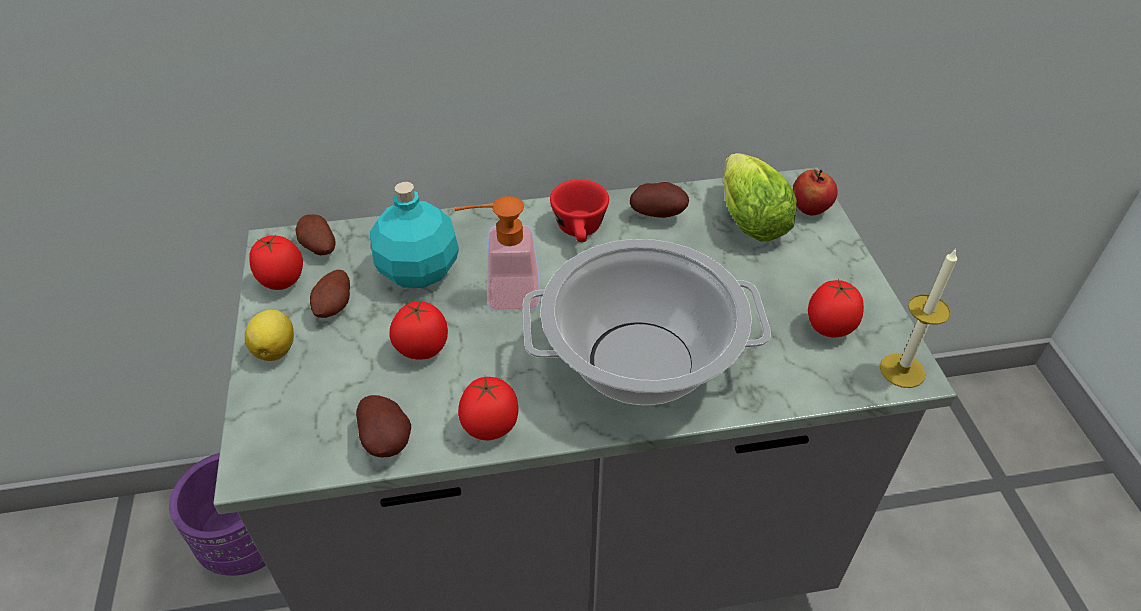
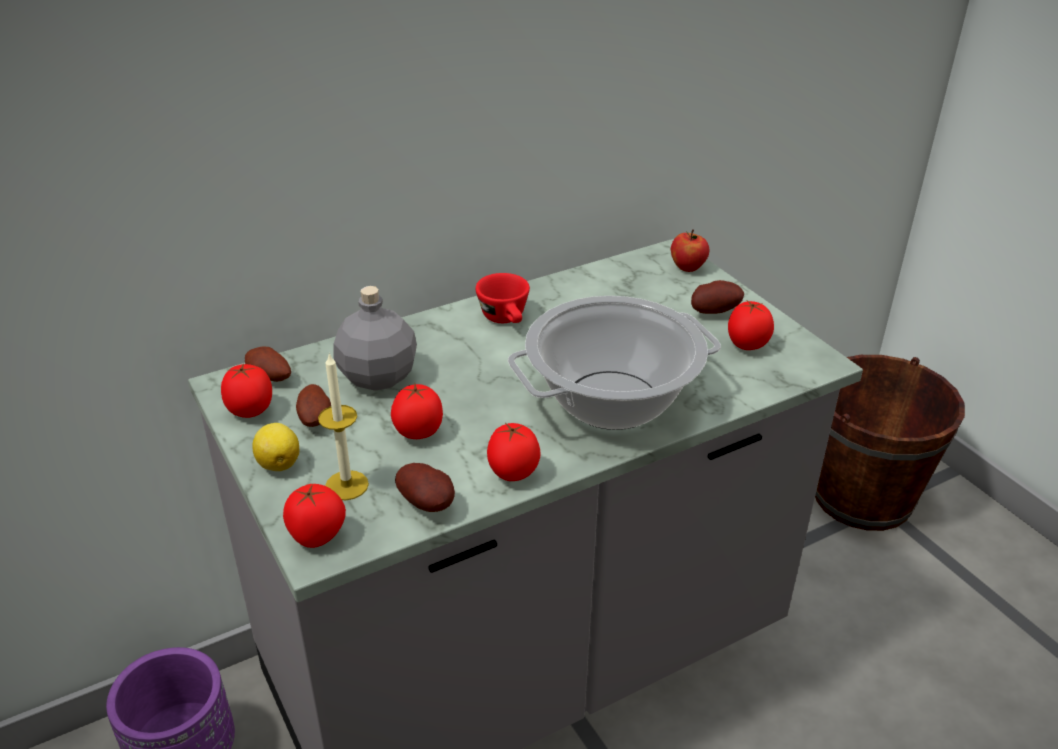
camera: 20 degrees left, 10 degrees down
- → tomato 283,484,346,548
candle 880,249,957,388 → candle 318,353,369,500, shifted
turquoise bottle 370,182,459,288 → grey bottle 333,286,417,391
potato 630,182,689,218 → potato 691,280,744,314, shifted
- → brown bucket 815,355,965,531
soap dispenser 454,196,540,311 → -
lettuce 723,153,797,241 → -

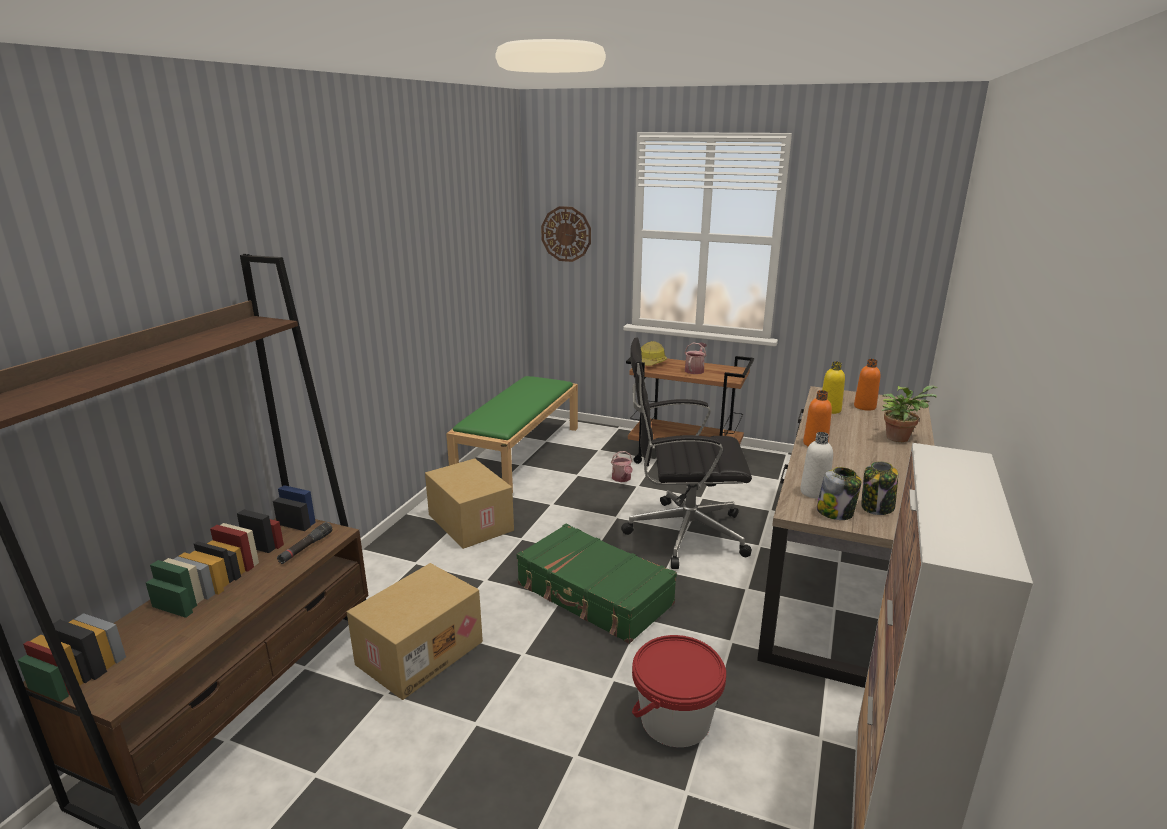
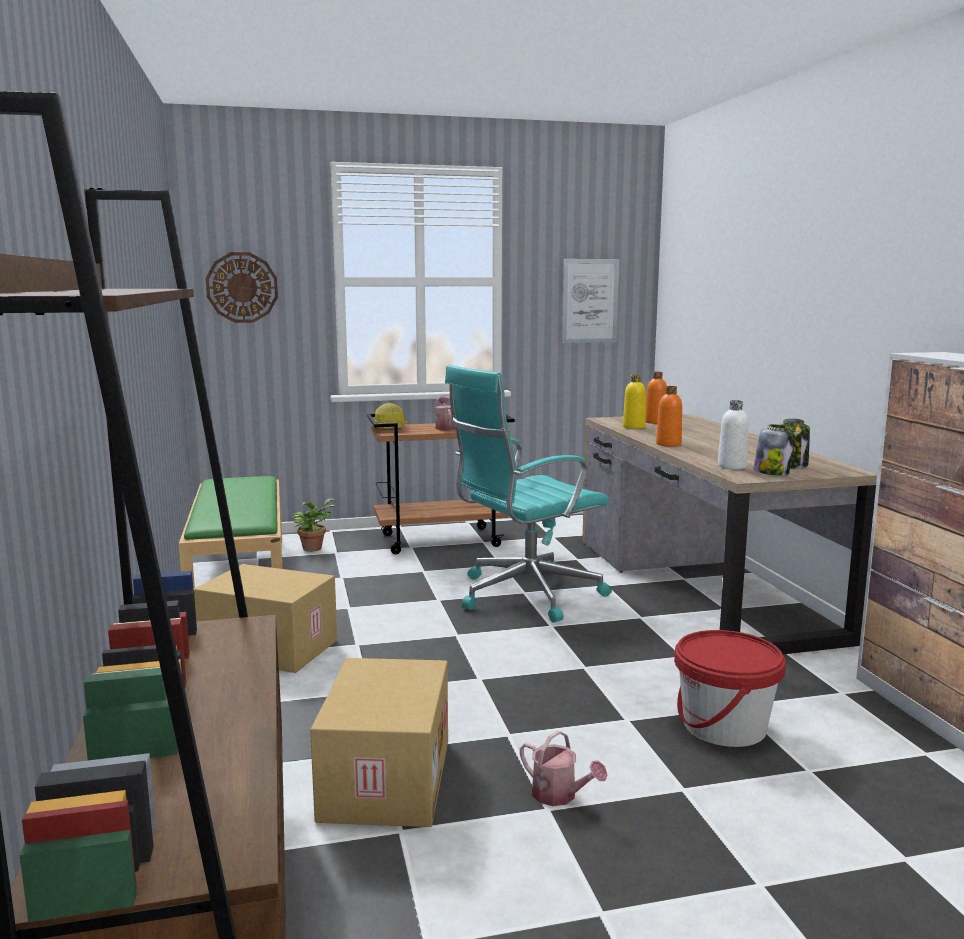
camera: 35 degrees left, 10 degrees down
potted plant 882,385,937,442 → potted plant 293,498,335,552, shifted
black office chair 621,337,752,569 → turquoise office chair 445,365,612,623
watering can 611,451,633,482 → watering can 520,730,608,806, shifted
- → picture 561,259,620,344
black flashlight 277,522,332,564 → -
green suitcase 517,523,677,644 → -

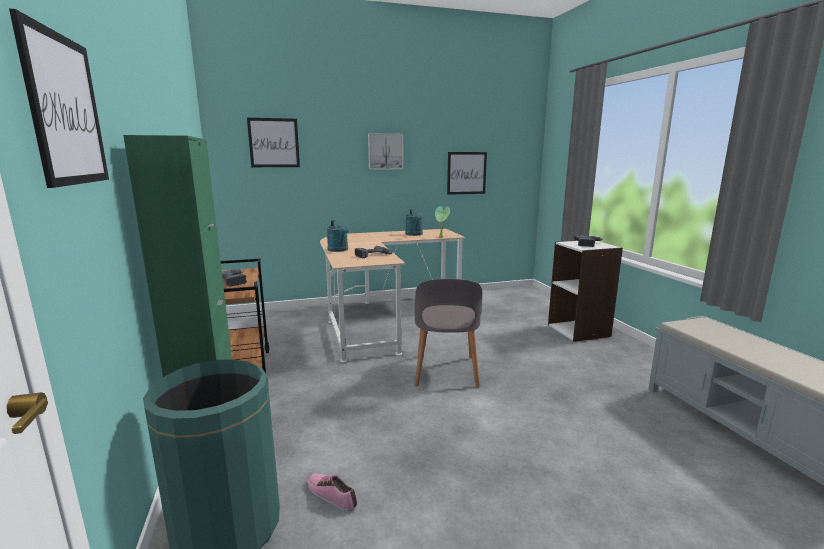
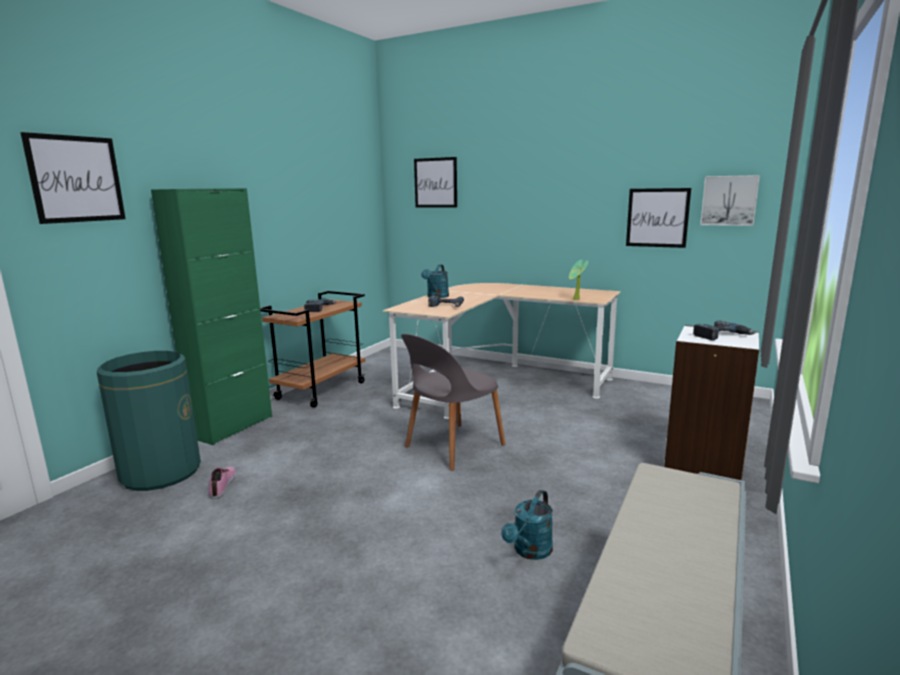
camera: 45 degrees right, 0 degrees up
turquoise watering can 406,209,423,236 → turquoise watering can 501,490,553,560, shifted
picture 368,133,403,170 → picture 700,175,760,226, shifted

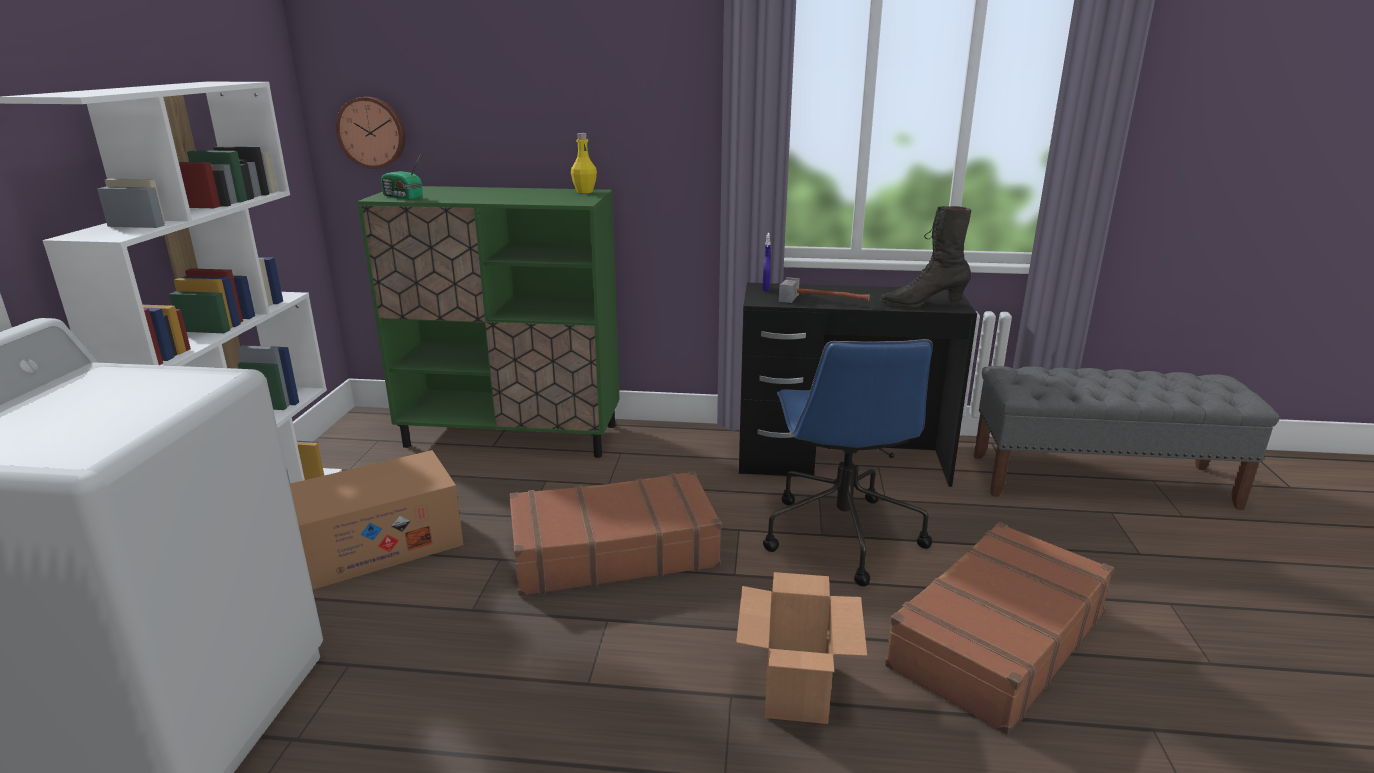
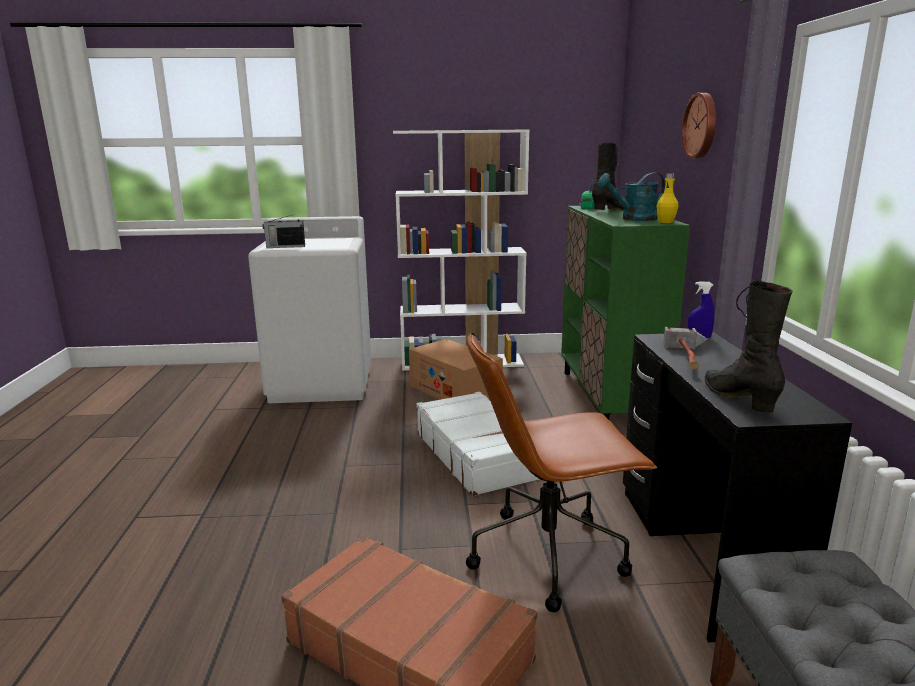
camera: 80 degrees right, 5 degrees down
- → radio 263,215,305,248
brown suitcase 509,471,722,596 → white suitcase 416,392,540,496
blue office chair 763,339,933,587 → brown office chair 466,333,657,612
- → black boot 592,142,624,210
- → turquoise watering can 598,172,665,221
wall clock 336,97,405,169 → wall clock 681,93,716,159, shifted
cardboard box 736,572,867,724 → -

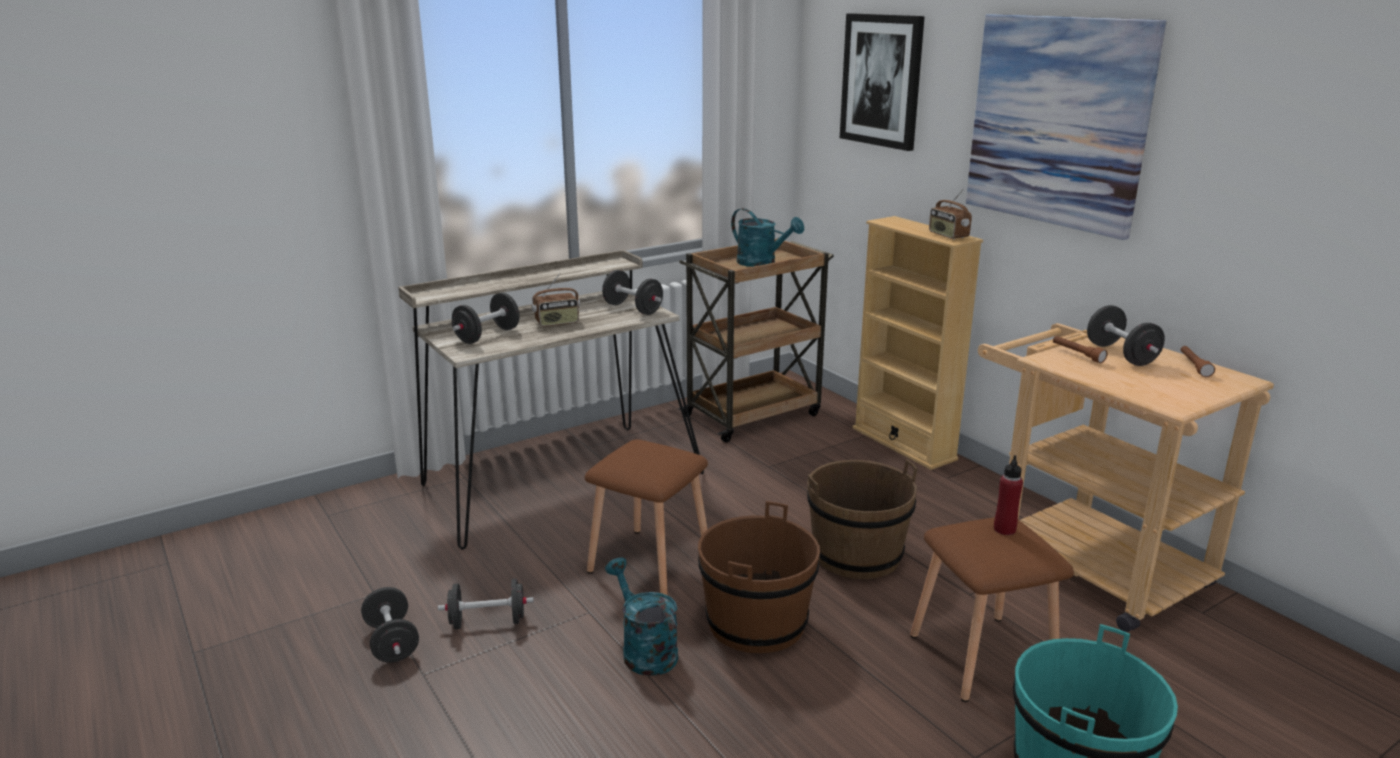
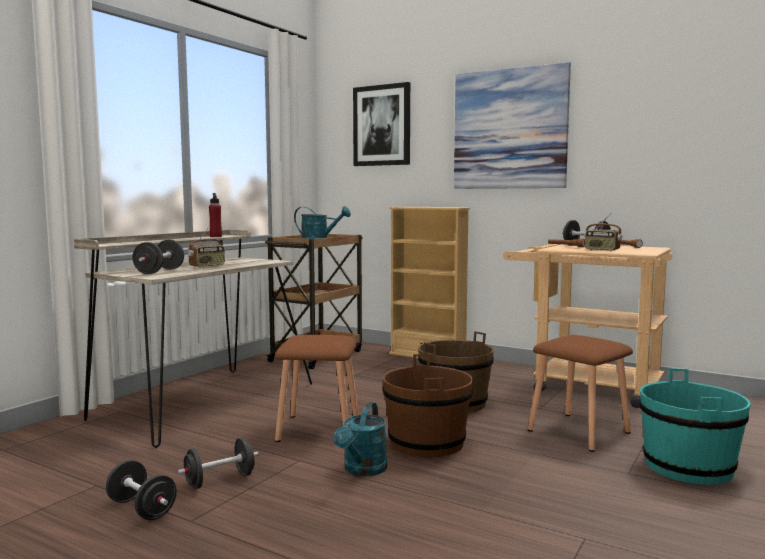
camera: 25 degrees left, 15 degrees down
red bottle 994,455,1023,535 → red bottle 209,193,222,237, shifted
turquoise watering can 605,558,678,676 → turquoise watering can 333,402,387,476, 105 degrees counterclockwise
radio 929,189,972,239 → radio 584,213,622,251, shifted
black dumbbell 602,270,663,315 → -

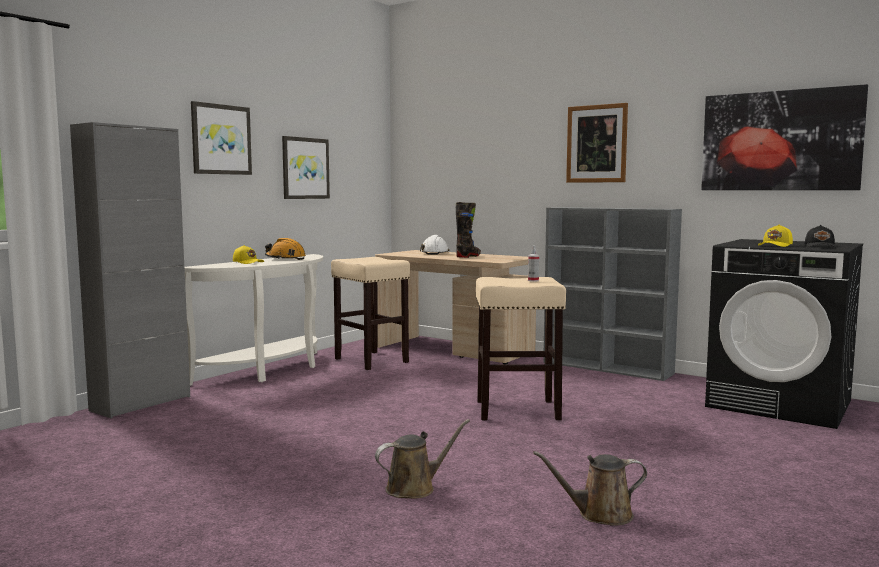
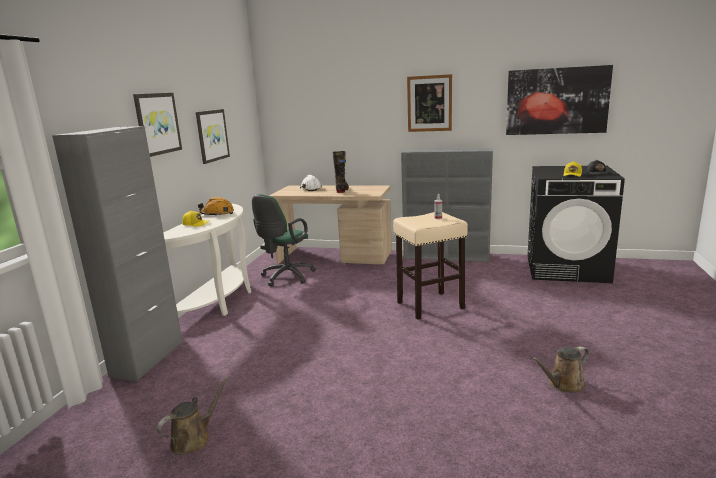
camera: 20 degrees left, 10 degrees up
brown watering can 375,419,470,499 → brown watering can 157,376,229,455, shifted
beige stool 331,257,410,370 → green office chair 252,194,316,286

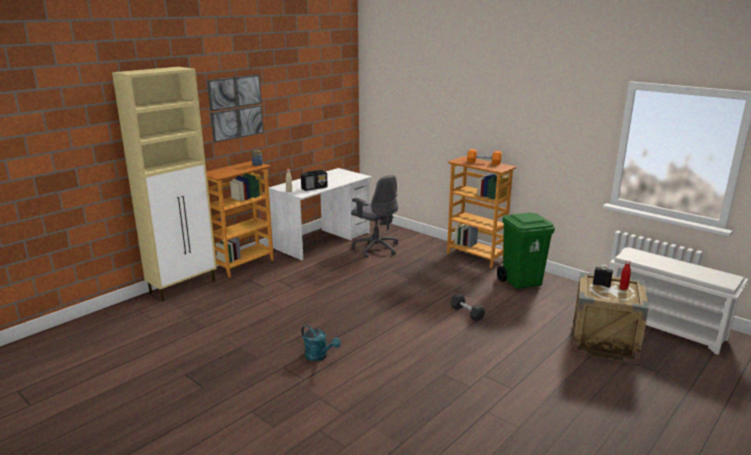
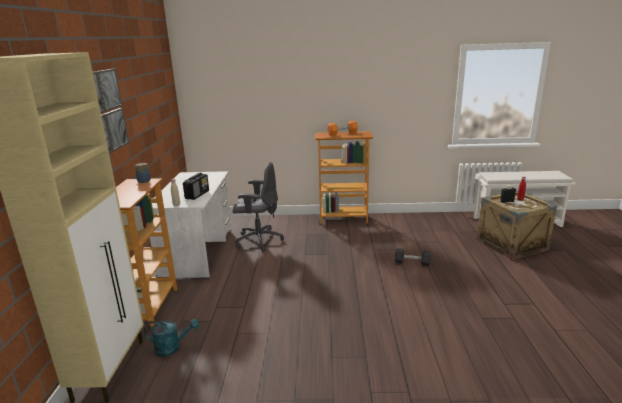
camera: 40 degrees left, 0 degrees up
turquoise watering can 301,325,341,361 → turquoise watering can 144,319,199,357, shifted
green trash can 497,212,555,289 → -

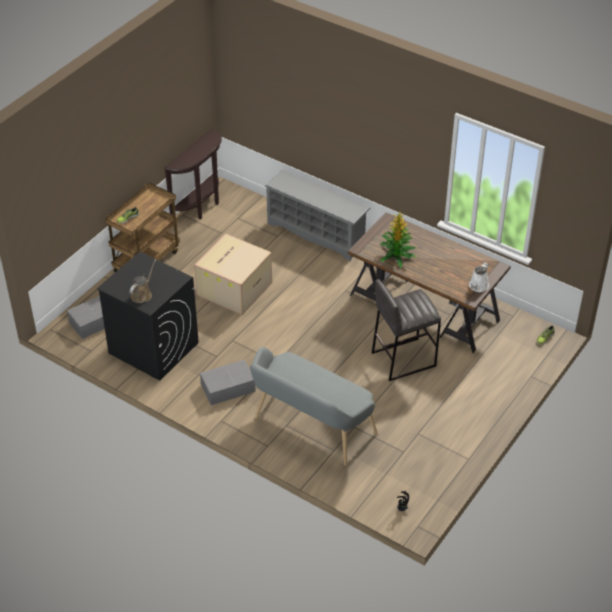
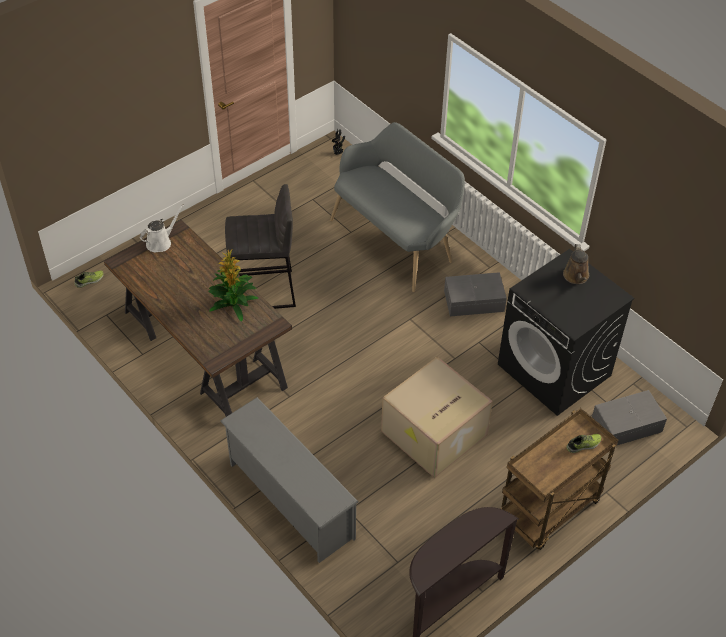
camera: 165 degrees left, 5 degrees up
brown watering can 130,259,157,303 → brown watering can 563,244,589,284, 45 degrees counterclockwise

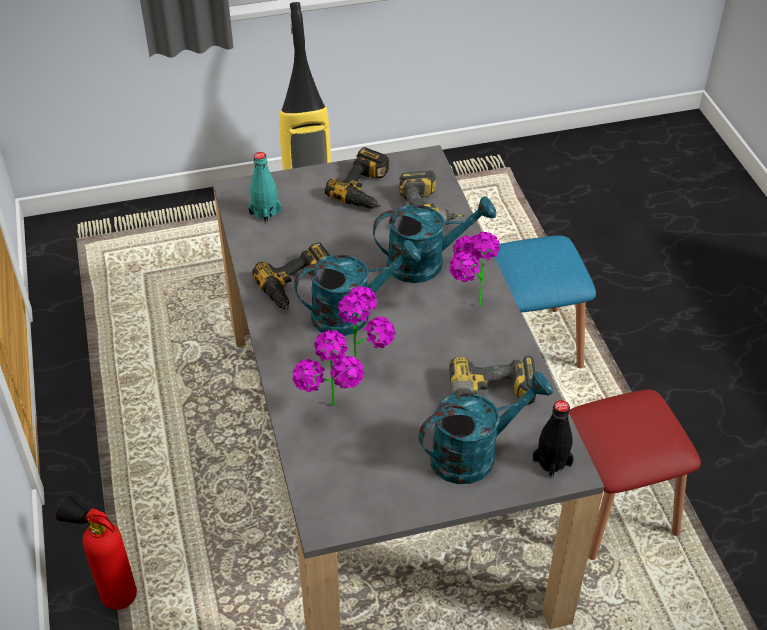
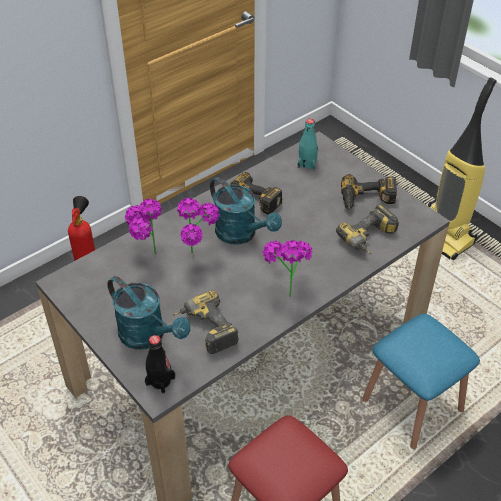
camera: 65 degrees right, 0 degrees up
turquoise watering can 373,196,496,283 → -

